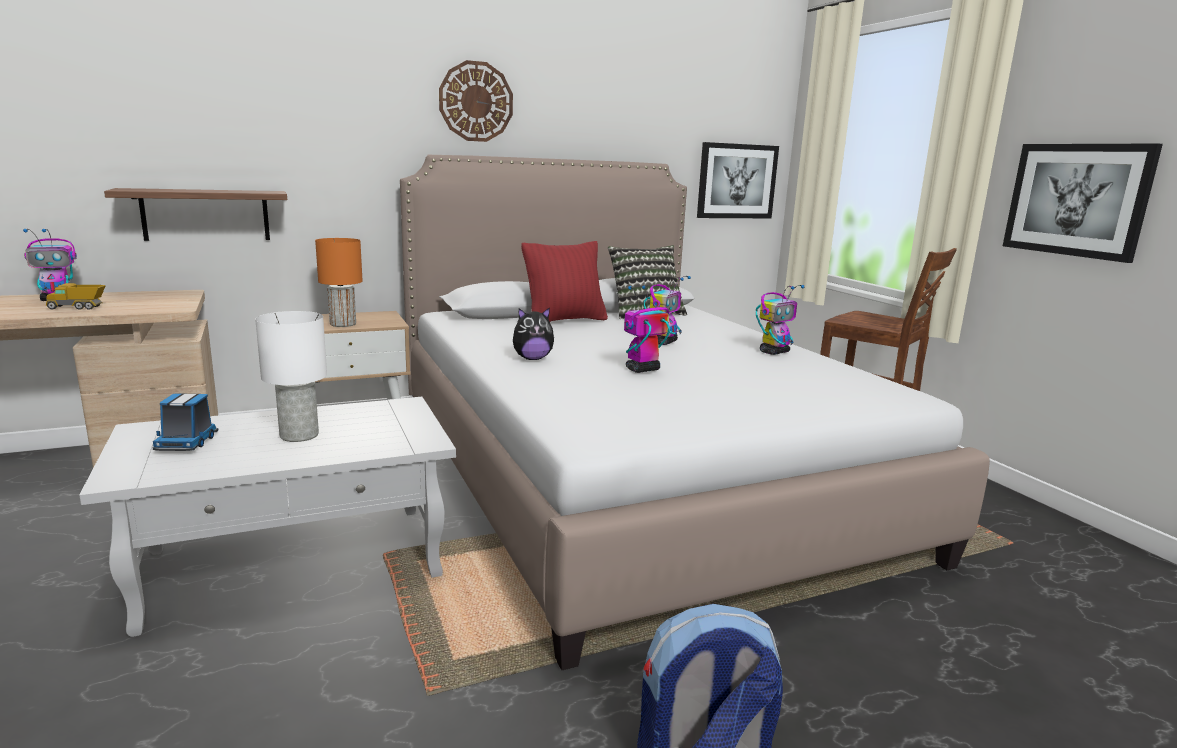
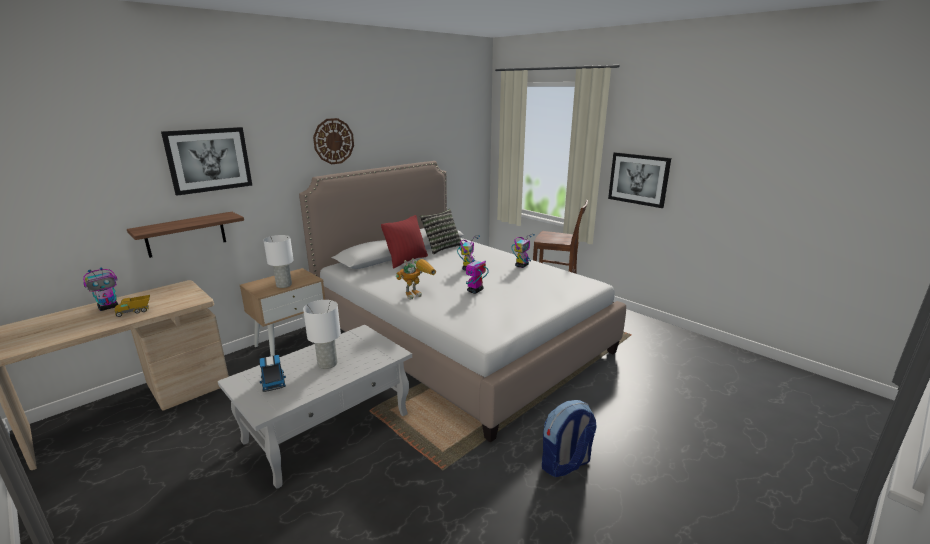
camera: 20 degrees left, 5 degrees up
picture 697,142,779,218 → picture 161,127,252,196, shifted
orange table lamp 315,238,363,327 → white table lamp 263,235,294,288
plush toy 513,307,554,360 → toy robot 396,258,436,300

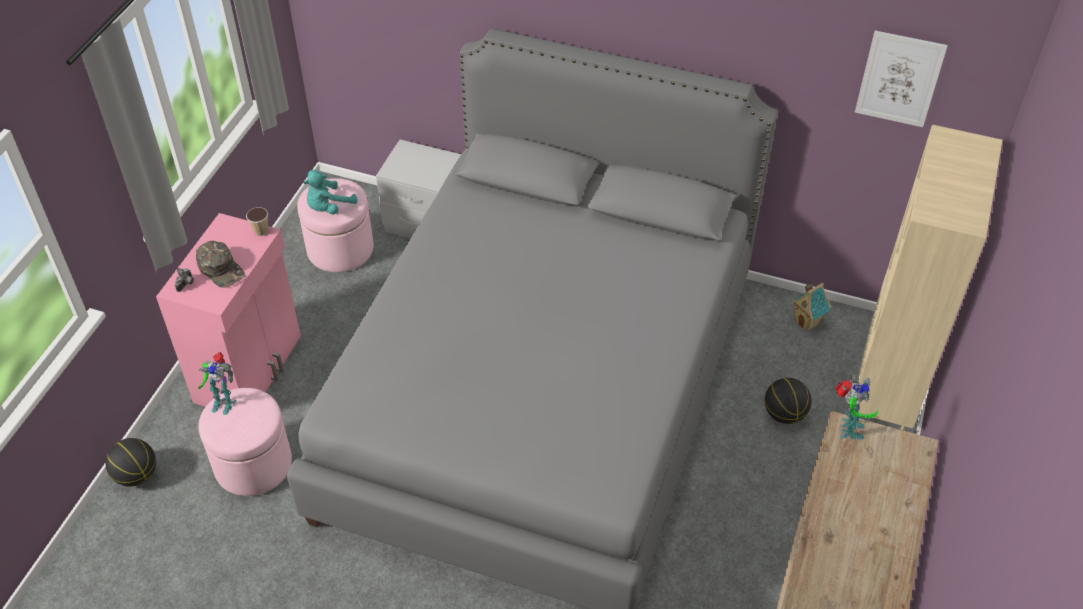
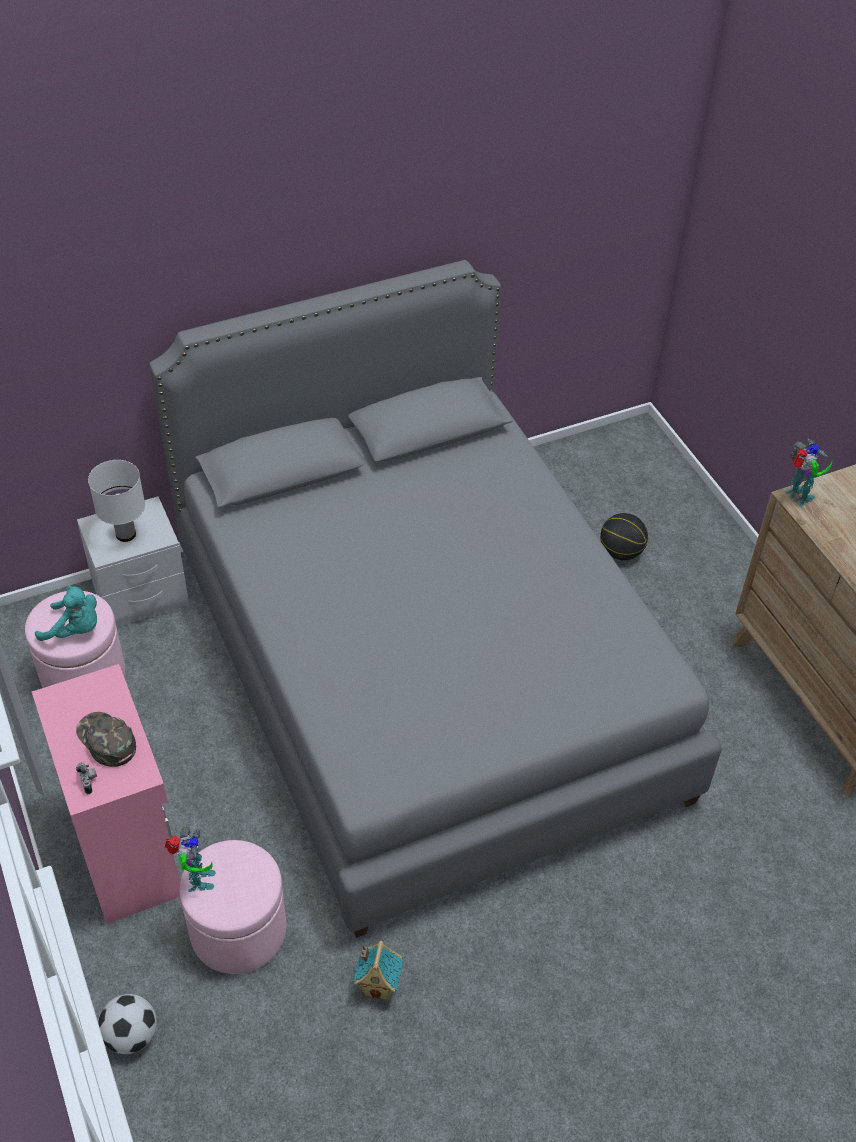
camera: 45 degrees left, 0 degrees up
turquoise plush toy 304,170,357,215 → turquoise plush toy 35,586,97,641, 75 degrees counterclockwise
green cap 196,241,245,288 → green cap 76,712,136,767, 135 degrees counterclockwise
- → white table lamp 88,460,145,542
basketball 105,438,156,487 → football 98,994,157,1054
toy robot 198,352,236,415 → toy robot 165,826,216,892, 60 degrees counterclockwise
toy house 791,280,831,332 → toy house 353,940,403,1001, shifted
cup 246,207,268,236 → -
picture 855,30,948,127 → -
beige bookcase 858,125,1002,431 → -

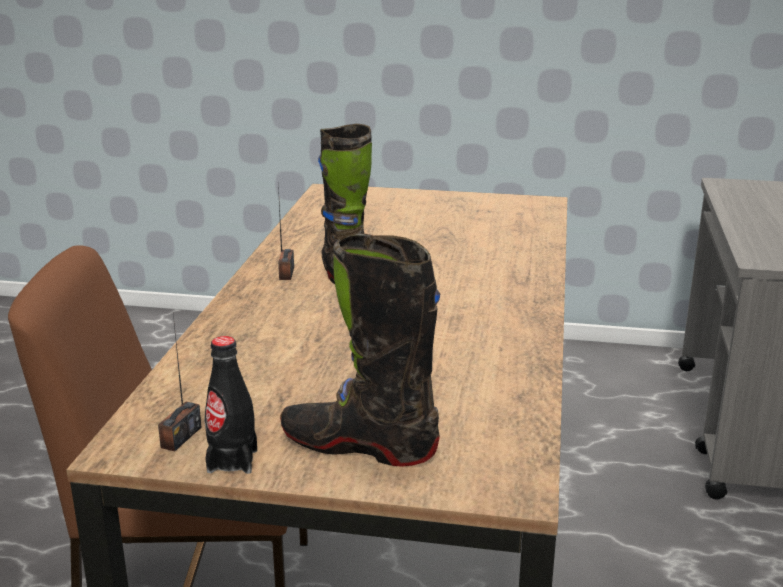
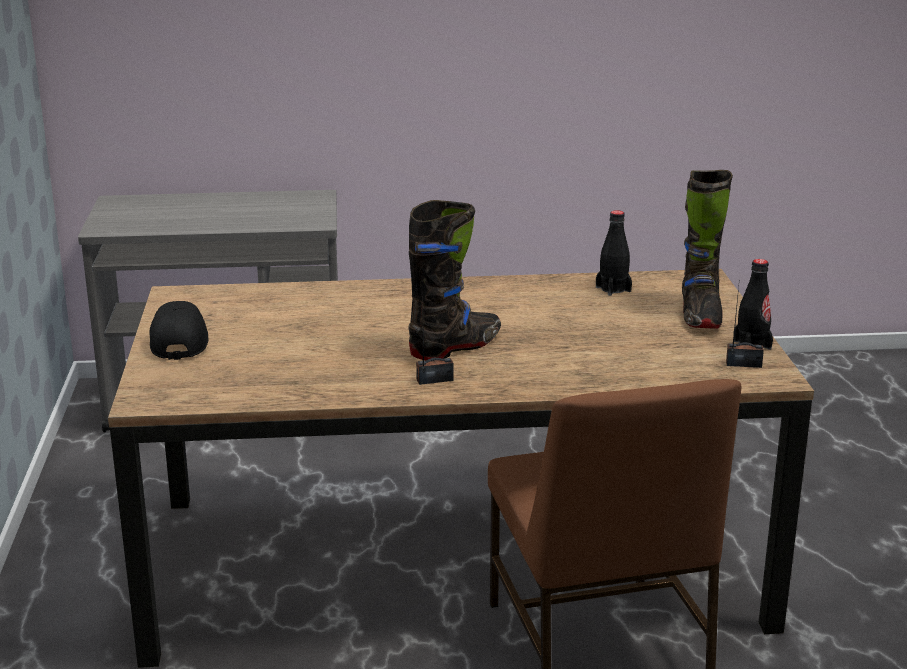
camera: 105 degrees left, 0 degrees up
- → black cap 150,301,209,360
- → black bottle 596,210,632,296

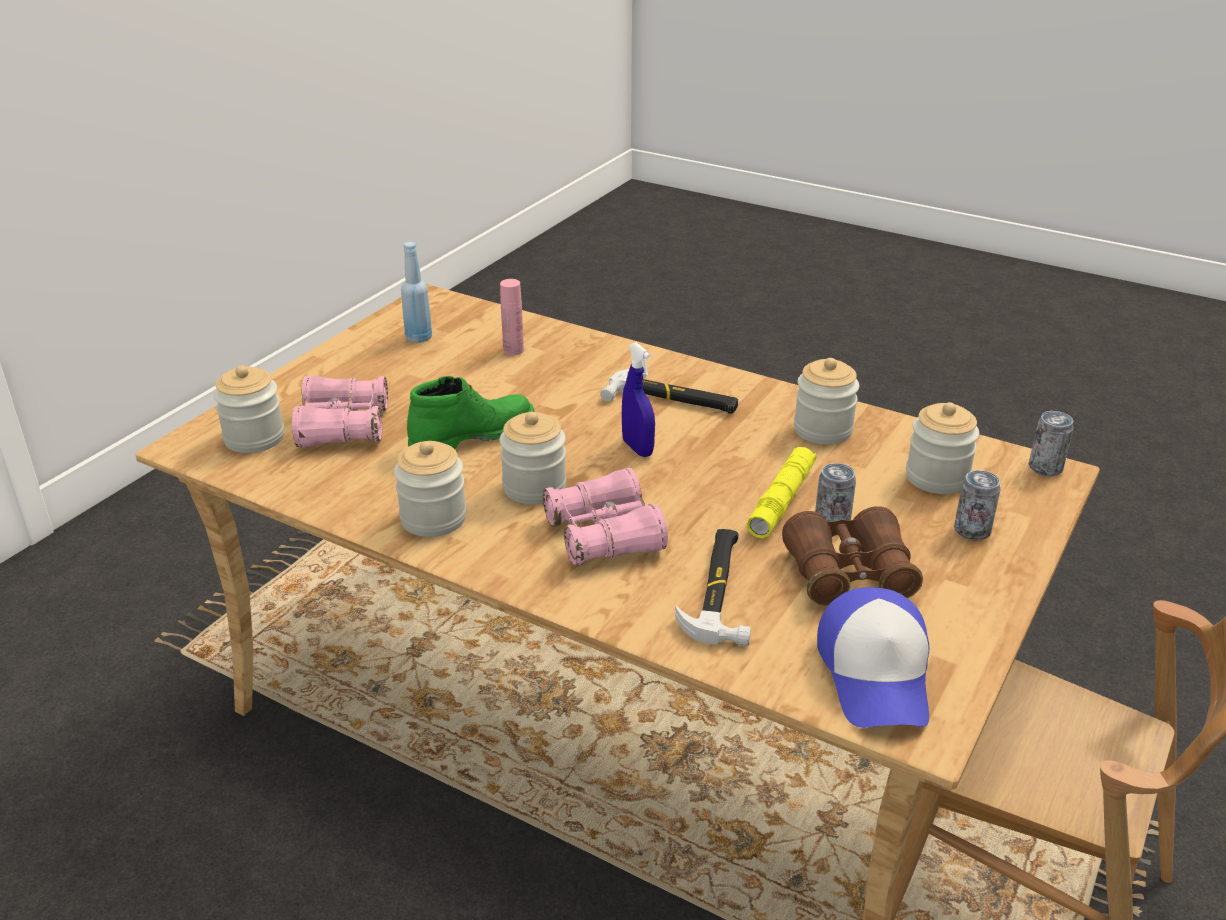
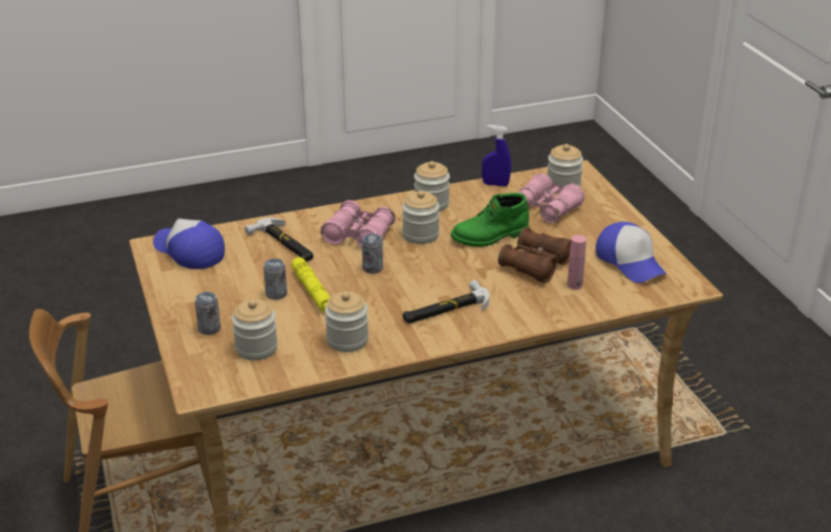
camera: 130 degrees right, 0 degrees up
can 1029,411,1074,476 → can 362,234,383,274, shifted
green boot 407,376,535,449 → green boot 451,193,529,247, 60 degrees clockwise
blue spray bottle 622,342,655,457 → blue spray bottle 482,125,511,186, shifted
brown binoculars 782,506,923,606 → brown binoculars 498,227,571,283, shifted
blue bottle 401,242,432,343 → cap 596,222,667,283

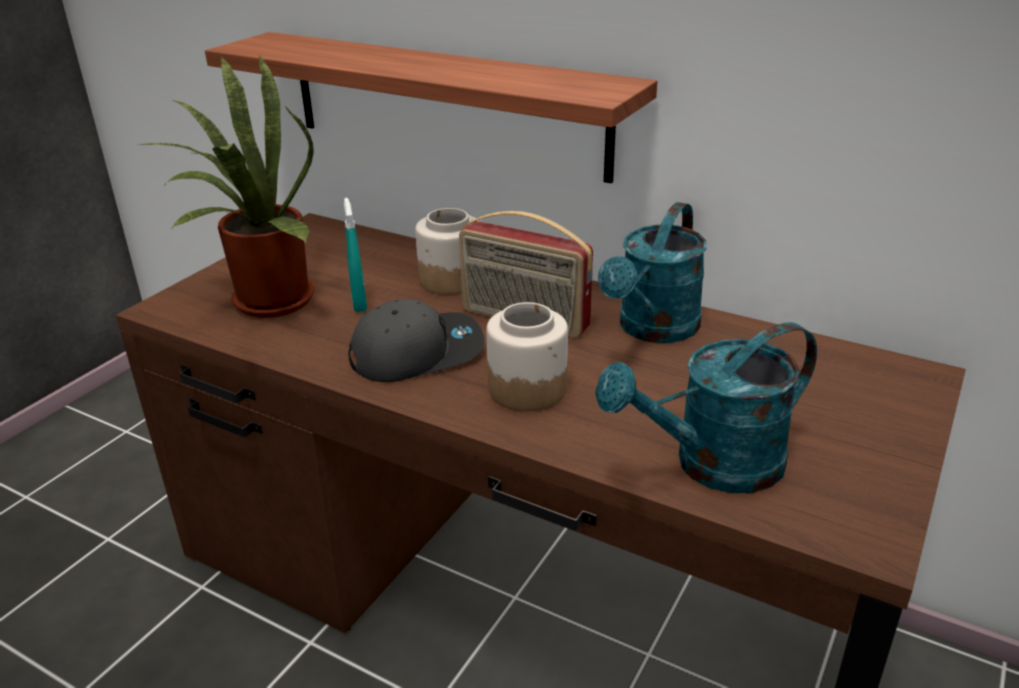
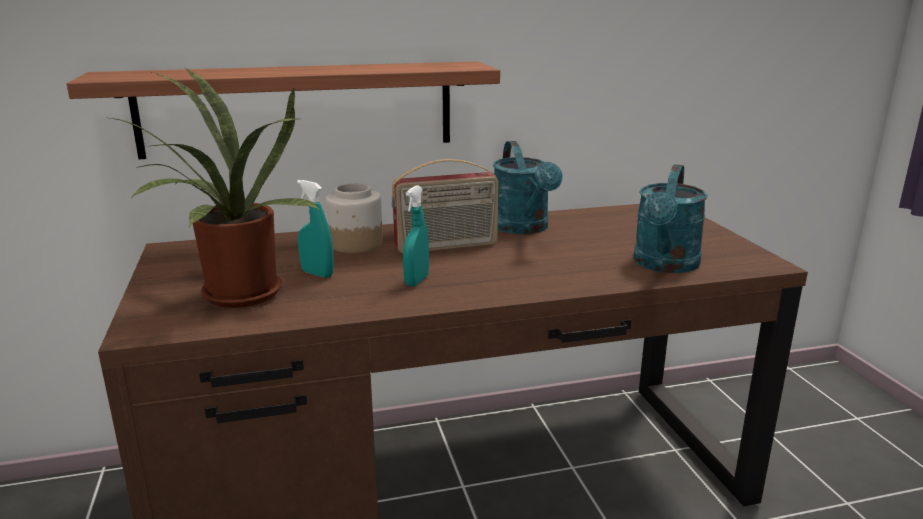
camera: 45 degrees left, 10 degrees down
grey cap 348,299,484,382 → turquoise spray bottle 403,185,429,286
jar 486,302,568,411 → -

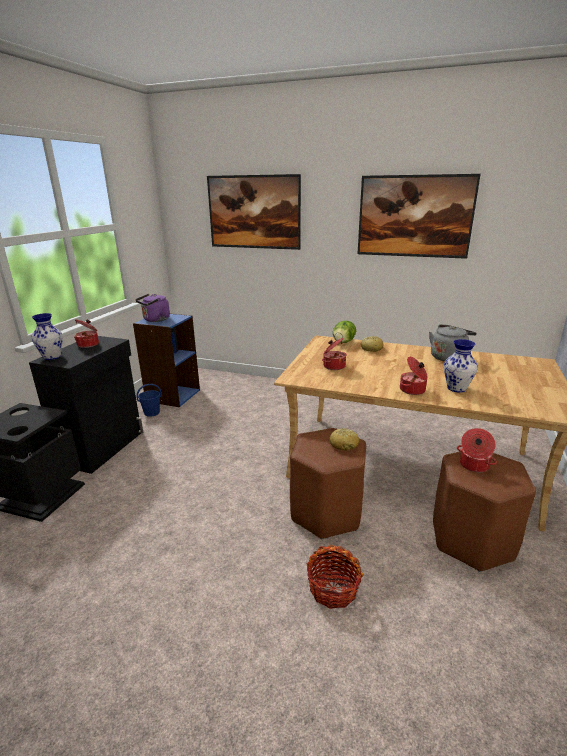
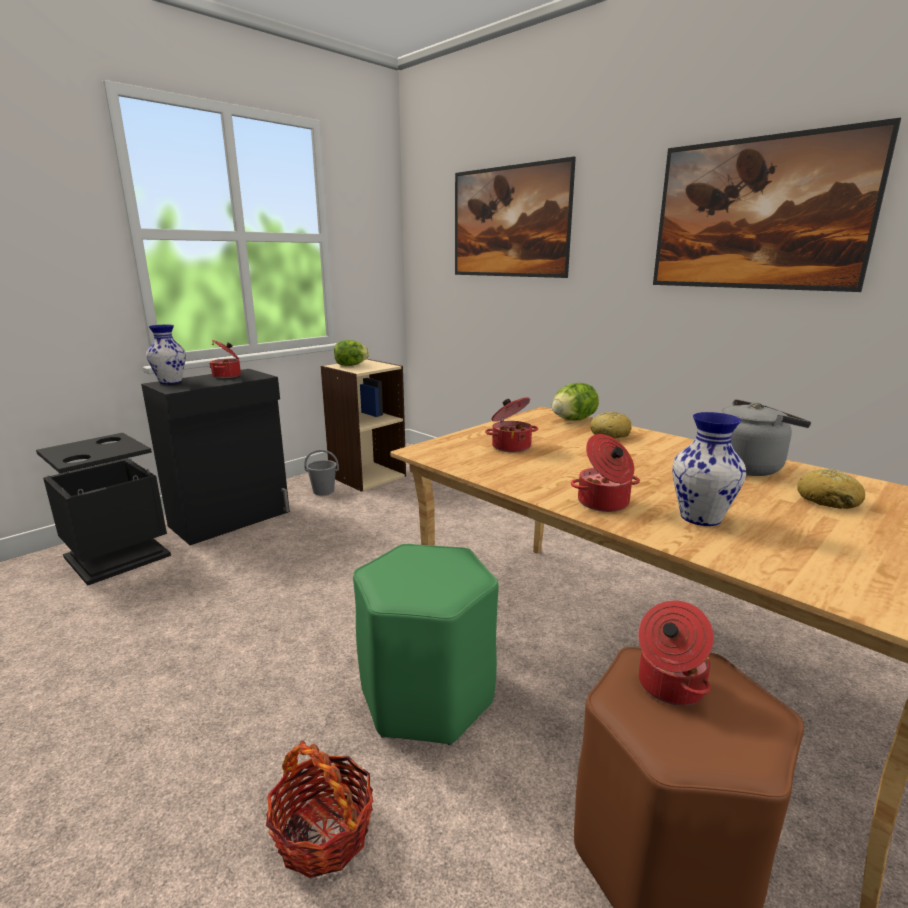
camera: 25 degrees right, 5 degrees down
blue bucket 136,384,162,417 → grey bucket 304,449,339,495
blue bookcase 133,313,200,407 → beige bookcase 321,359,406,492
purple kettle 135,294,170,322 → lettuce 334,340,369,366
brown stool 290,428,366,539 → green stool 353,544,499,745
bread 329,428,359,450 → bread 797,469,865,509, shifted

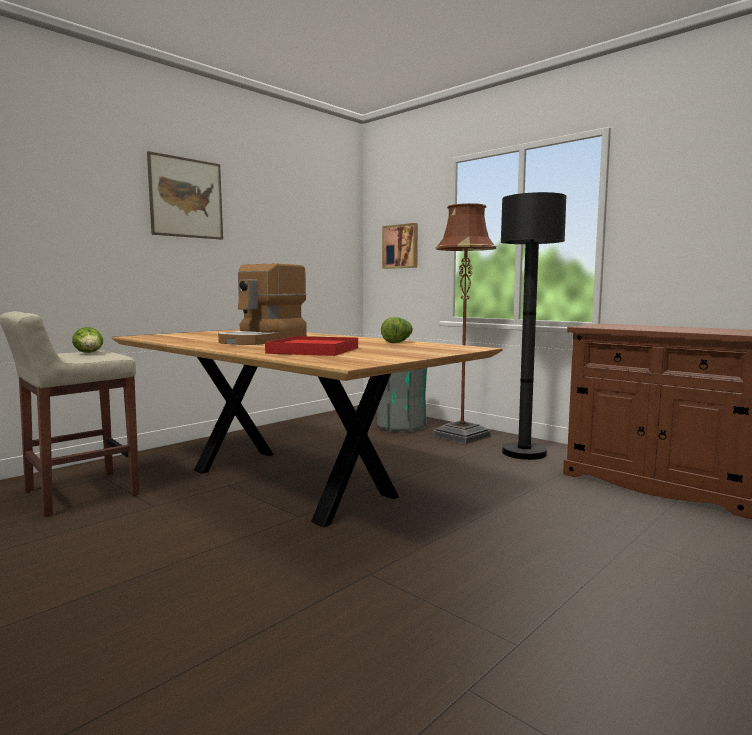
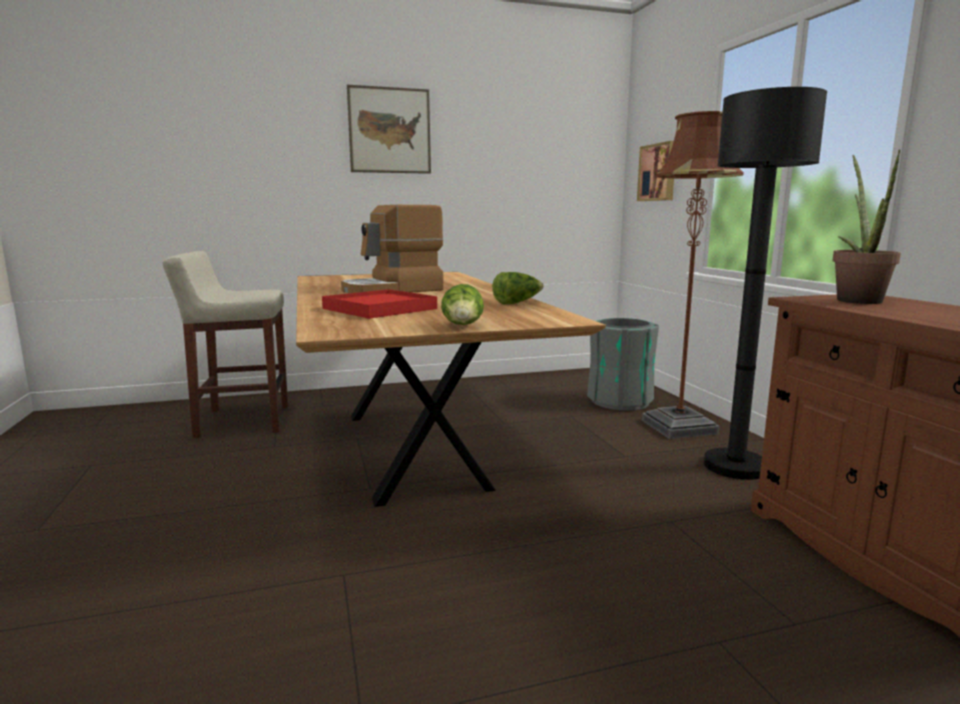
camera: 30 degrees right, 5 degrees up
lettuce 72,327,103,353 → lettuce 441,284,484,325, shifted
- → potted plant 832,150,901,304

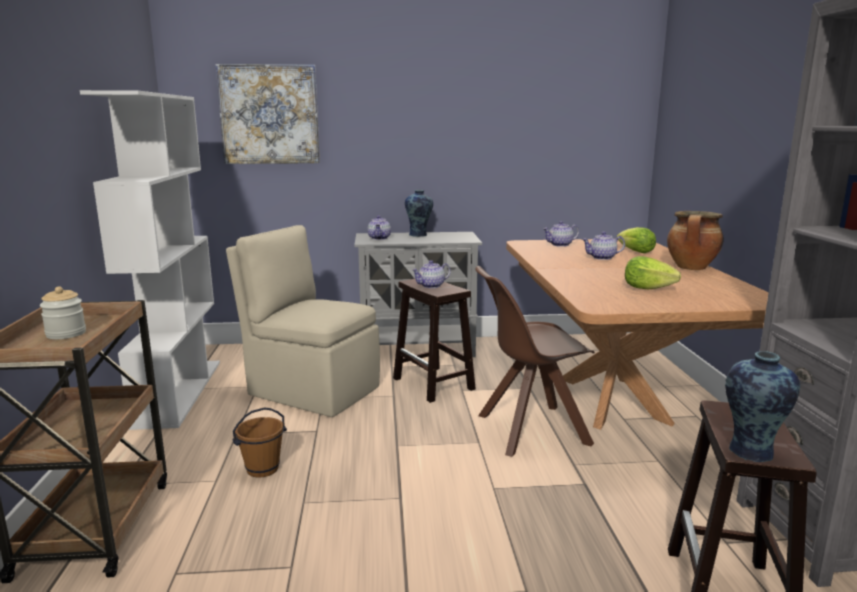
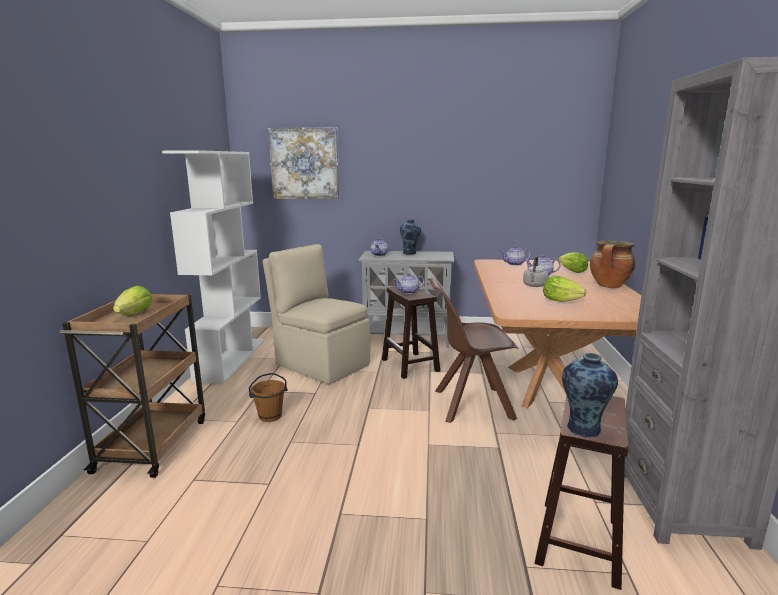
camera: 10 degrees right, 0 degrees up
jar 40,287,86,339 → lettuce 113,285,152,315
- → grey kettle 523,256,549,287

